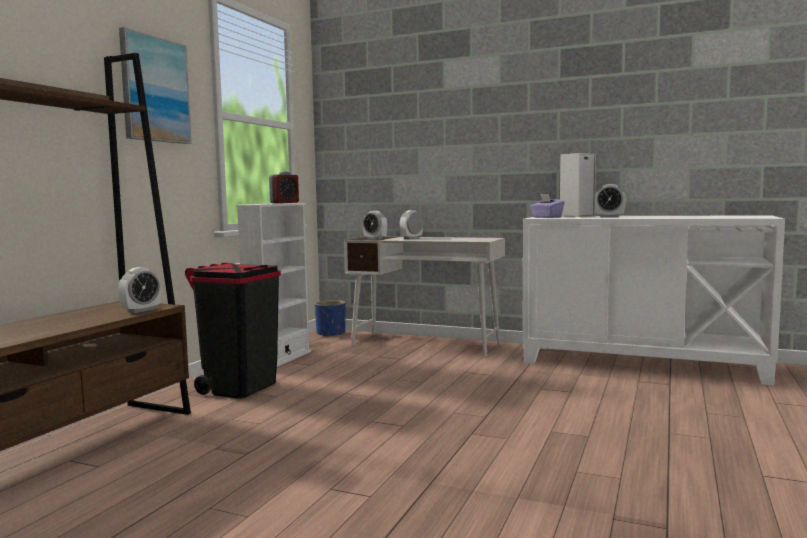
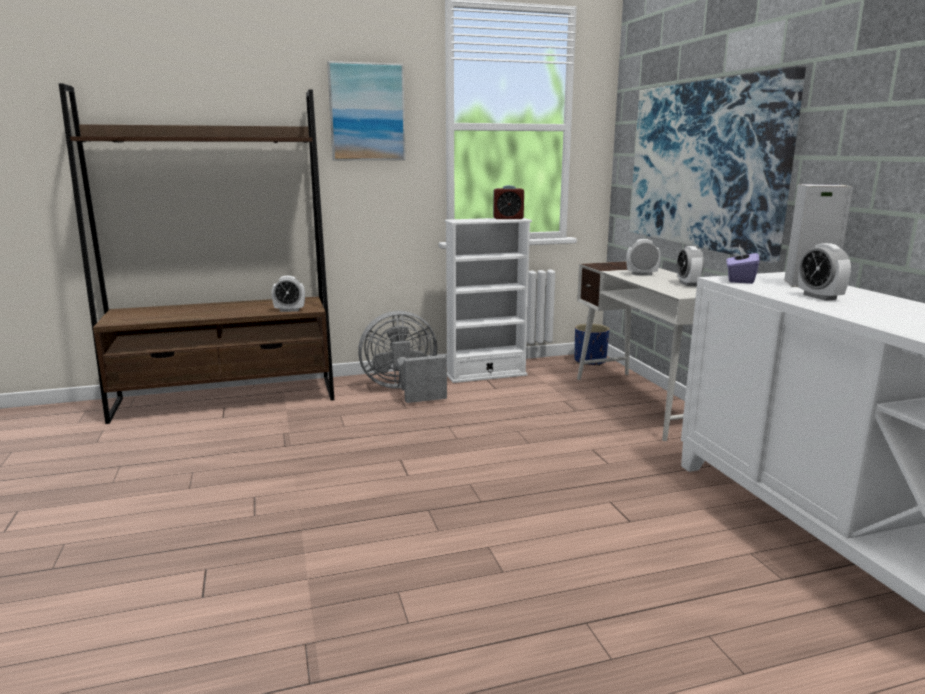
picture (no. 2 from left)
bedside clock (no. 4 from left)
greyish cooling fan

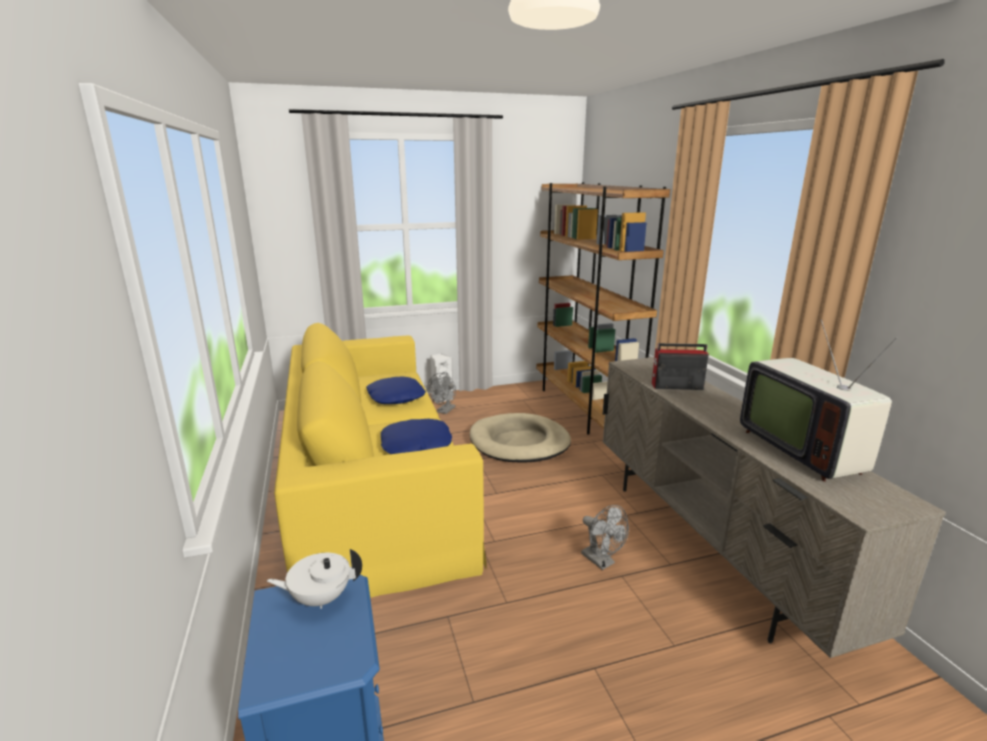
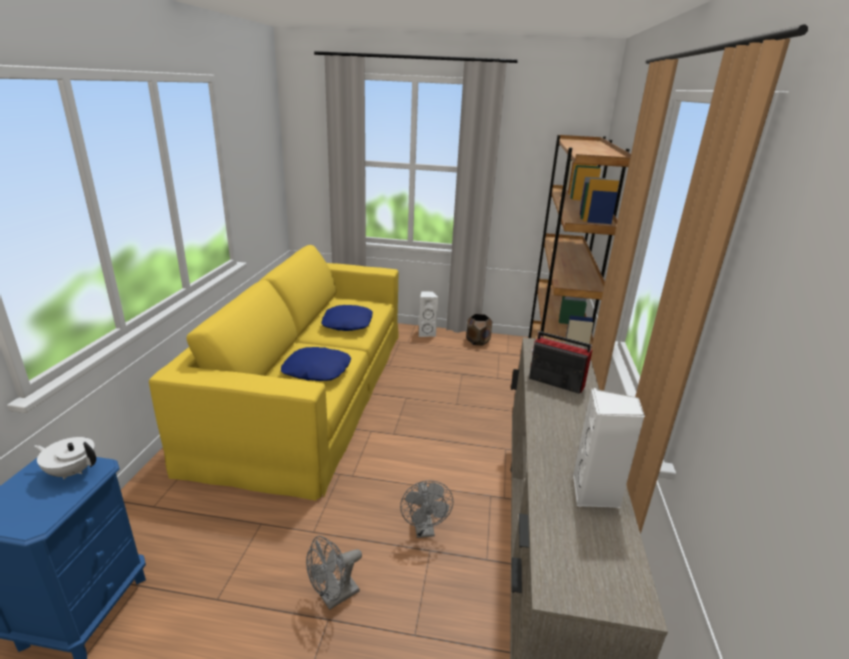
sand-coloured dog cushion
brown-coloured flower pot
greyish cooling fan (no. 1 from left)
white speaker (no. 2 from left)

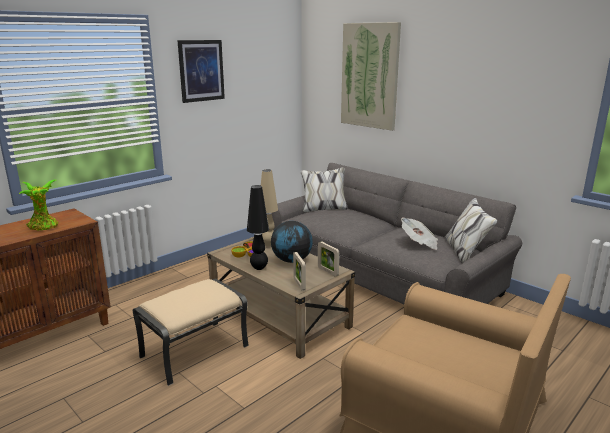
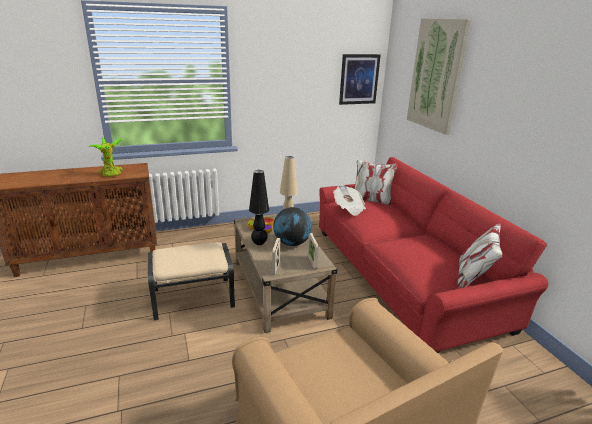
picture (no. 1 from left)
newspaper
red sofa

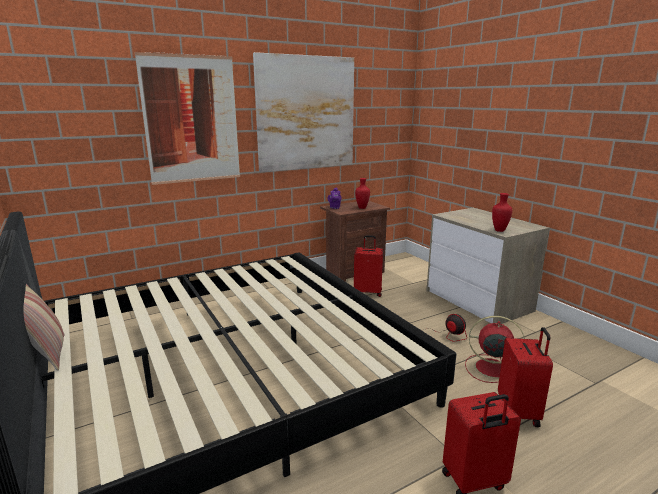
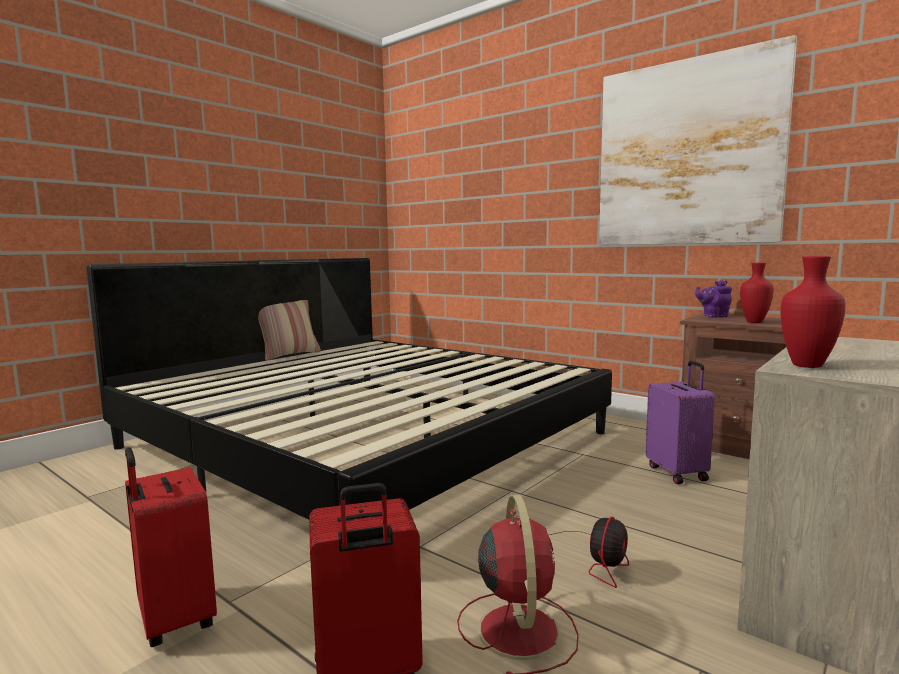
picture (no. 1 from left in the first image)
purple-coloured piece of luggage

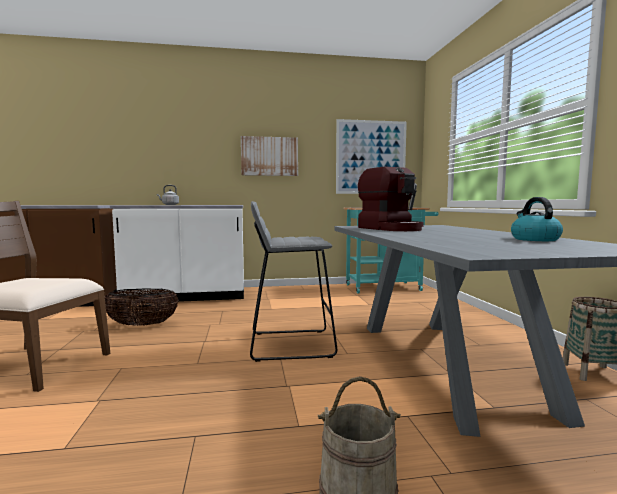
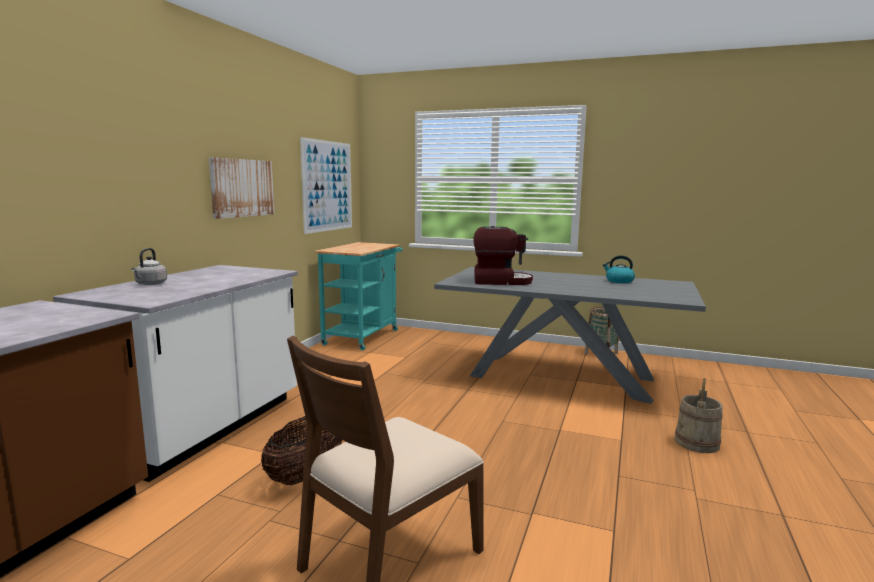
greyish stool

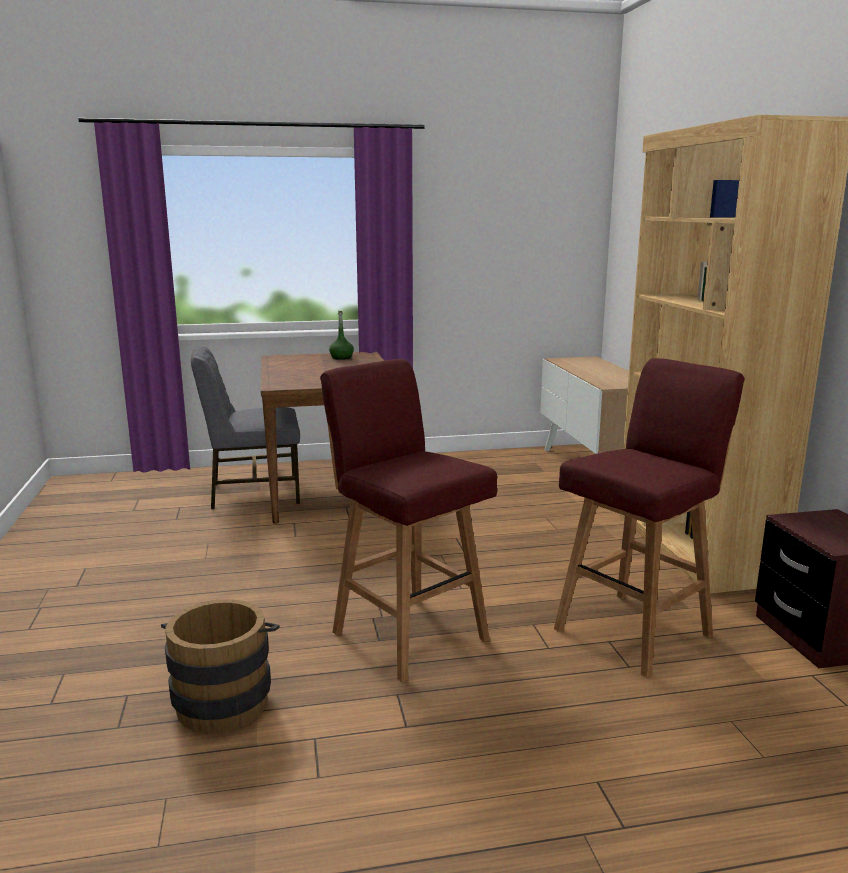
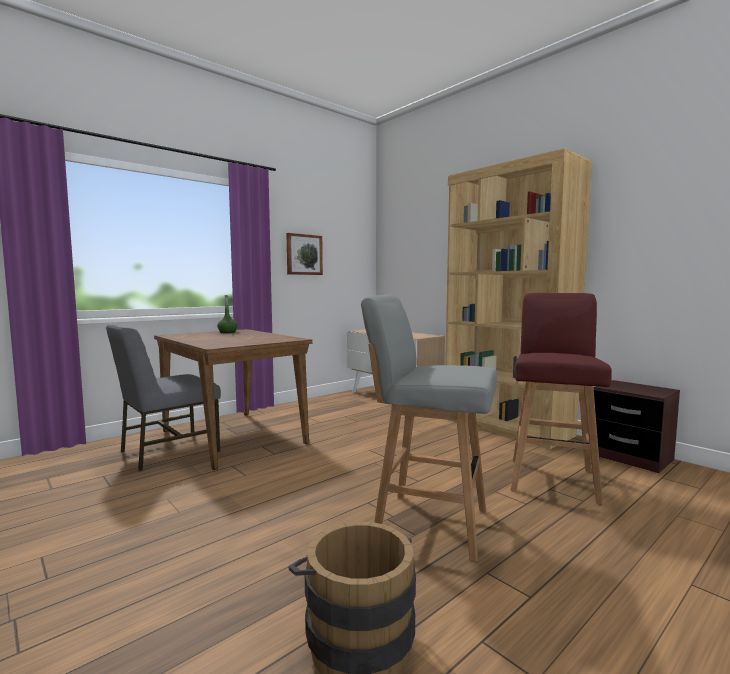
picture
greyish stool

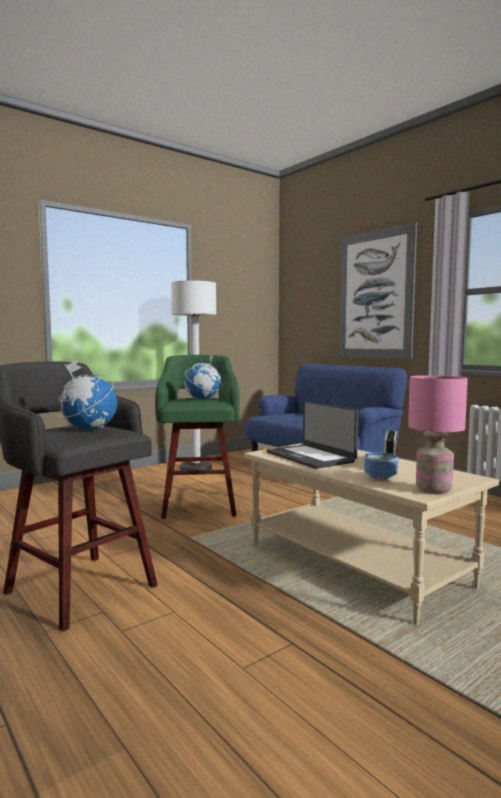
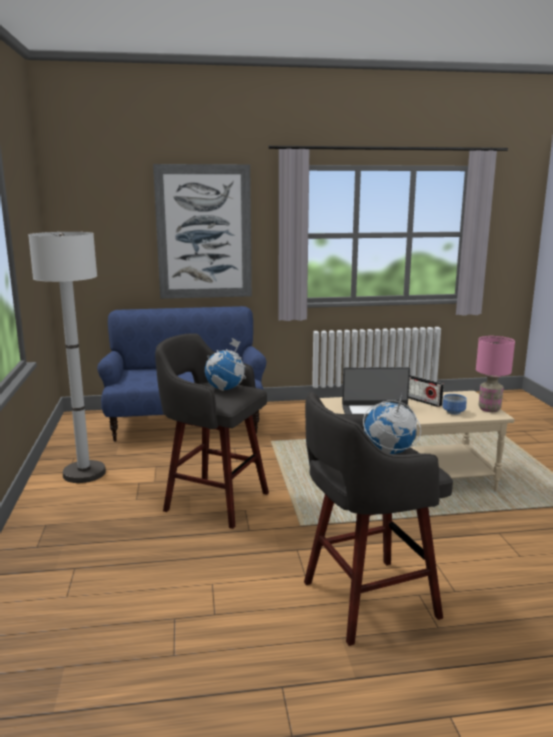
greyish stool (no. 1 from left)

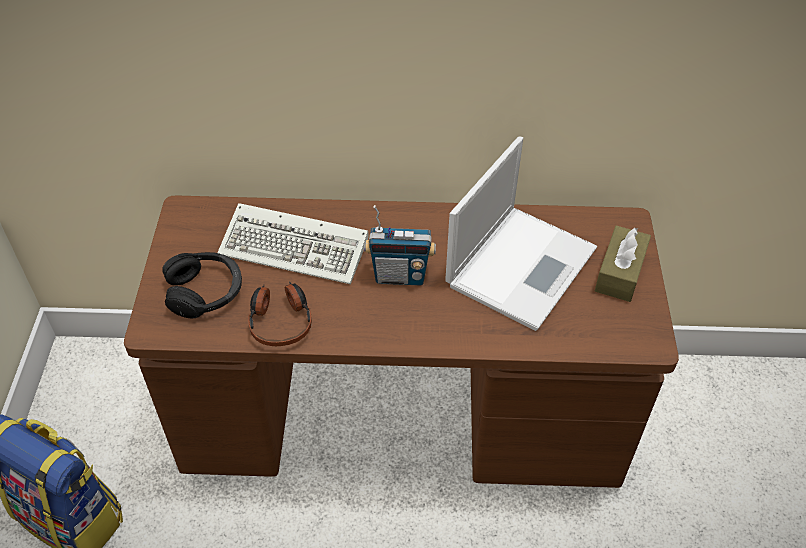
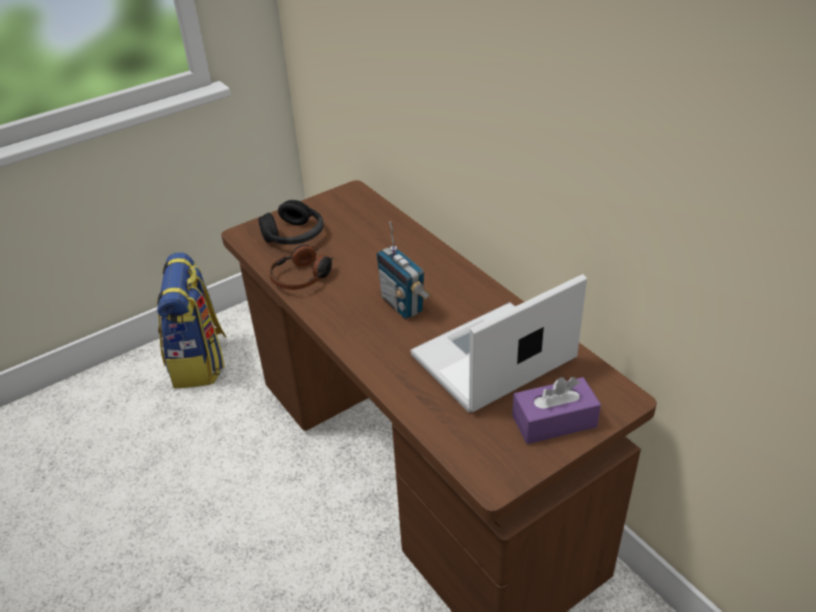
computer keyboard
purple-coloured box of tissues
notebook computer

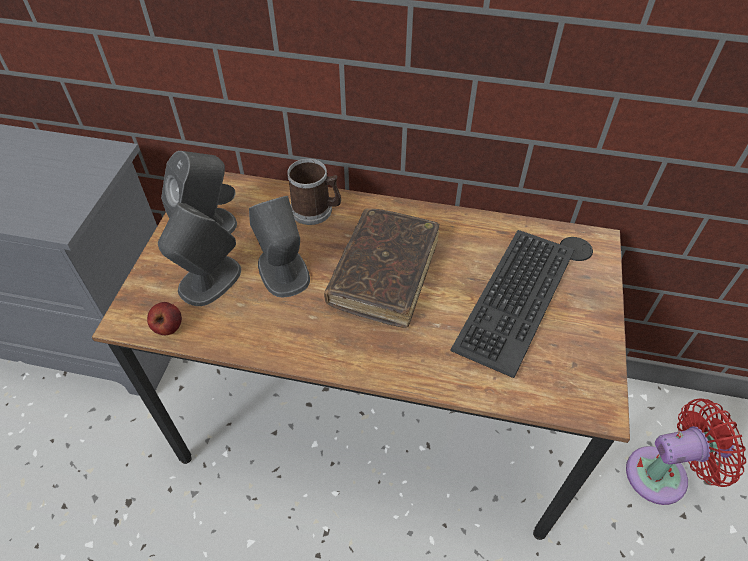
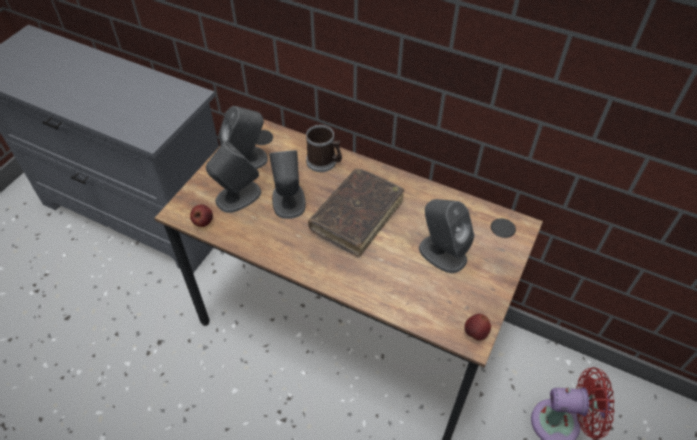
apple fruit (no. 2 from left)
greyish speaker (no. 4 from left)

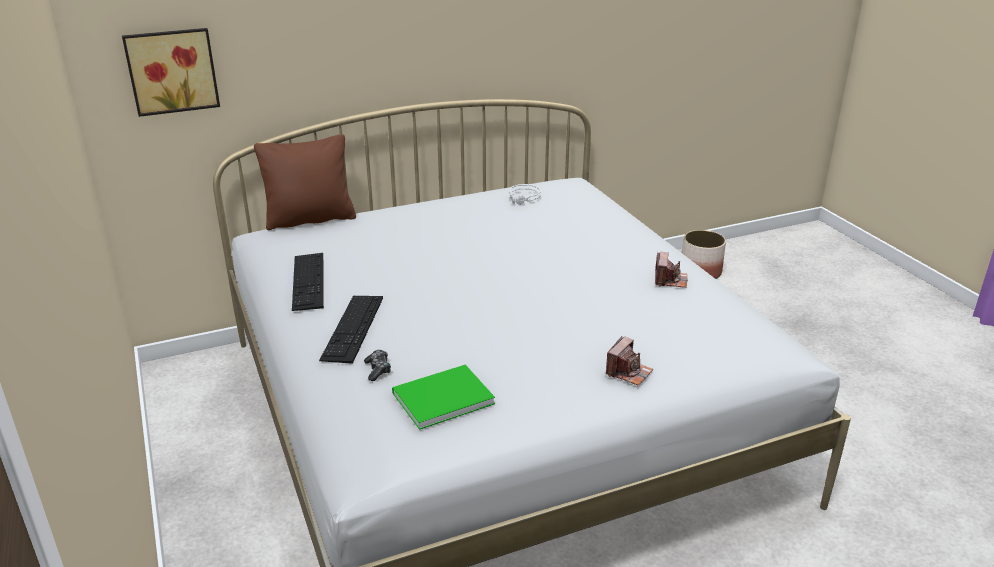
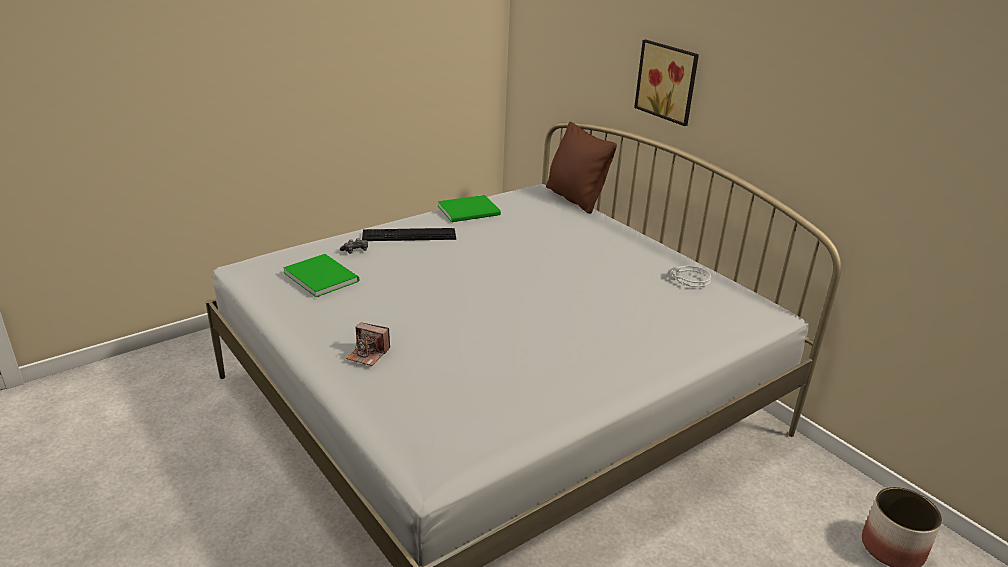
photo camera (no. 2 from left in the first image)
picture
green-coloured volume (no. 2 from left)

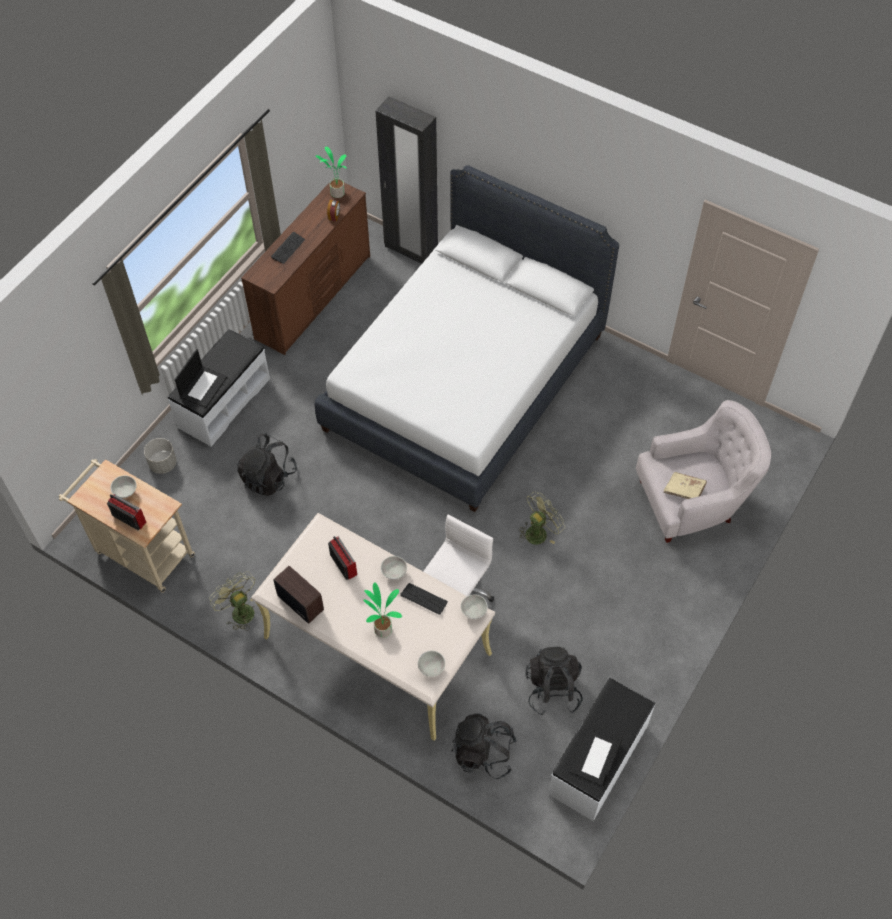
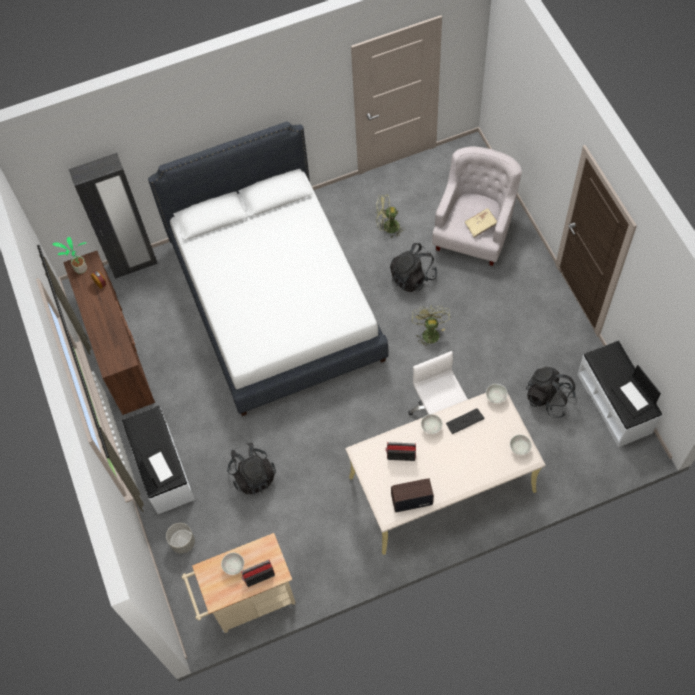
computer keyboard (no. 1 from left in the first image)
potted plant (no. 2 from left in the first image)
green-coloured cooling fan (no. 1 from left)
blackish backpack (no. 2 from left)

